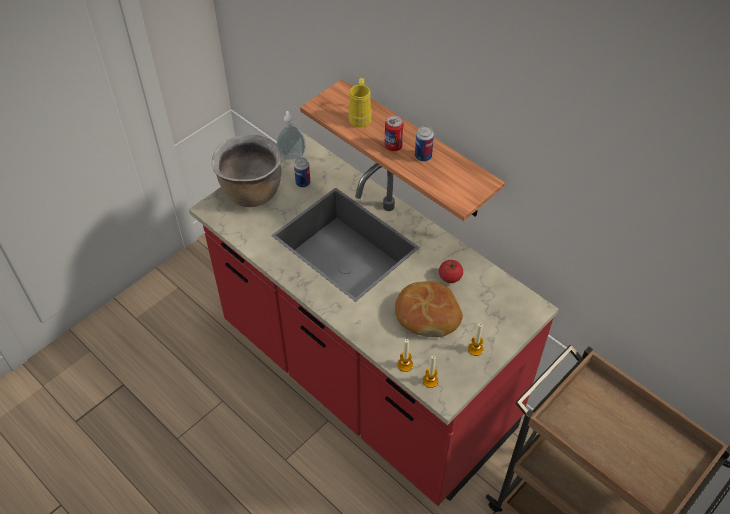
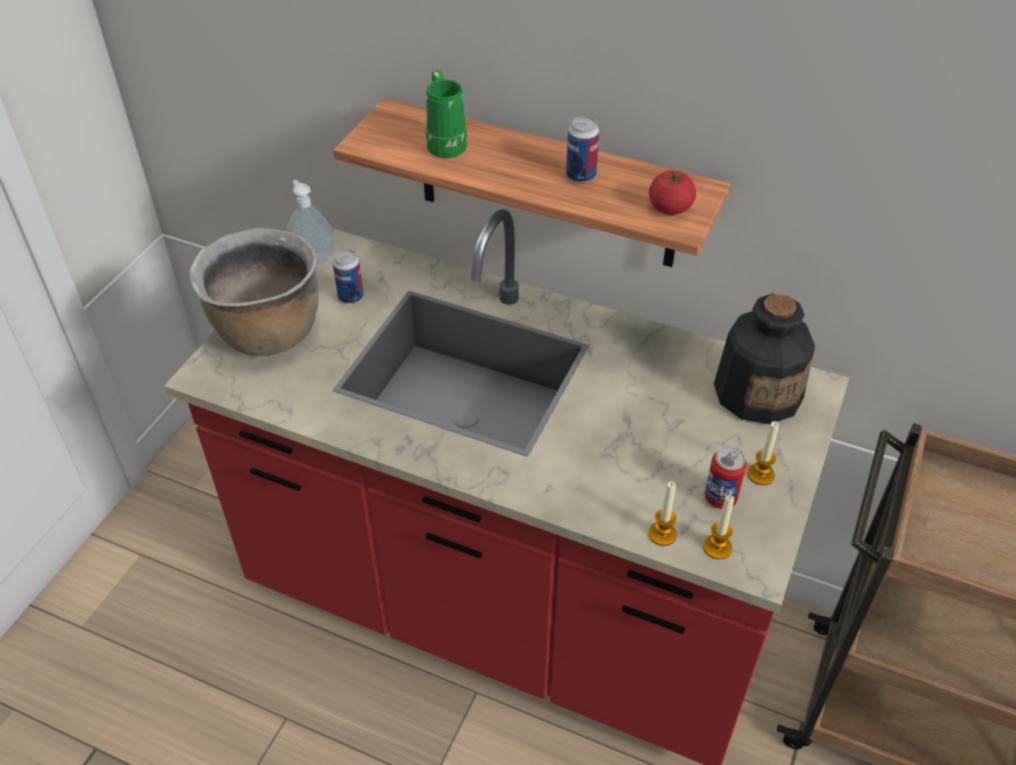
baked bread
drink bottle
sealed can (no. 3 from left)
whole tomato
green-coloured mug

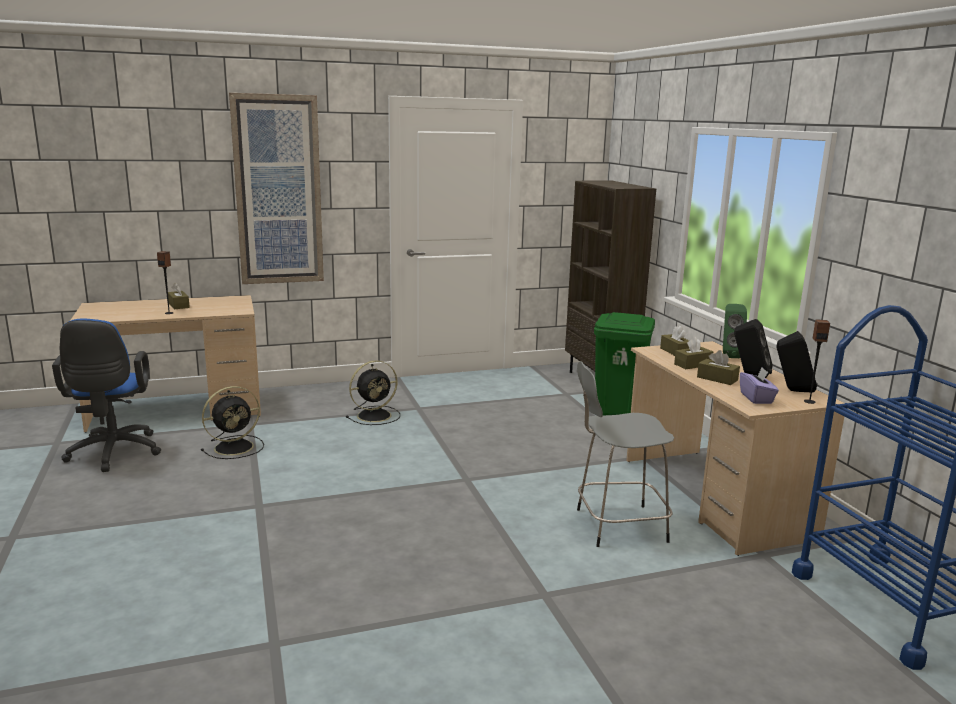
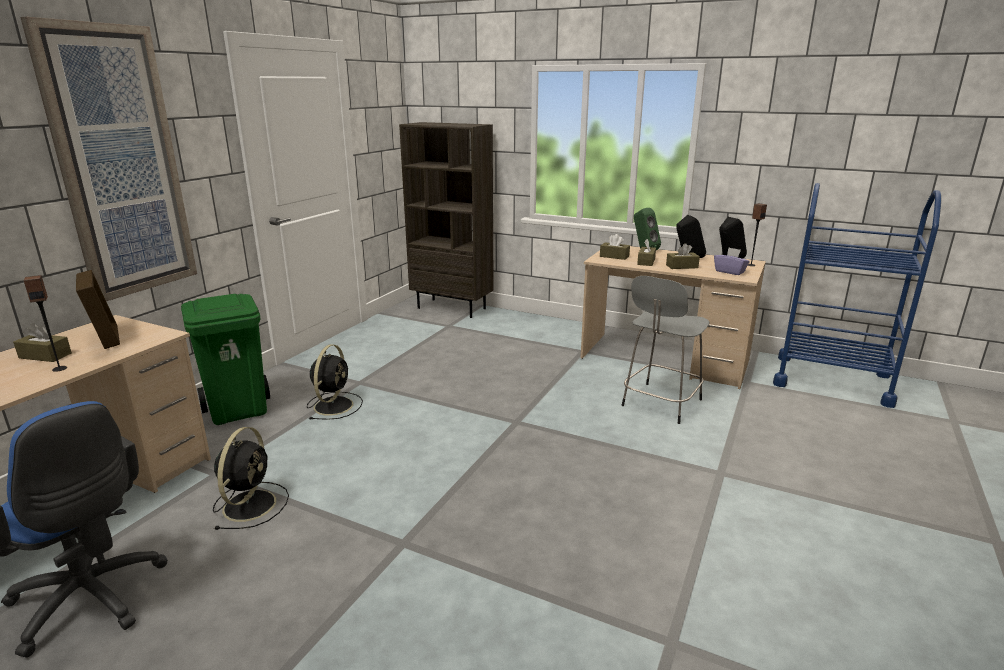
photo frame
green-coloured waste bin

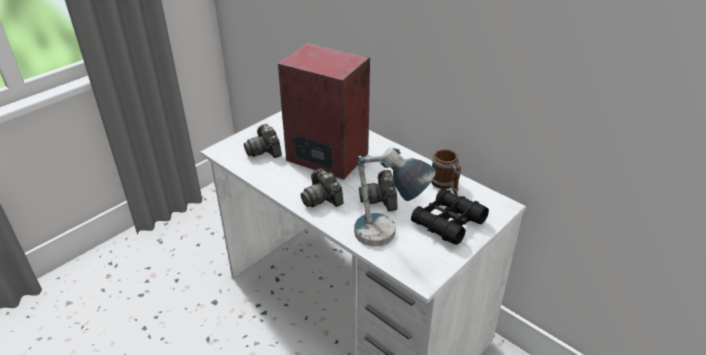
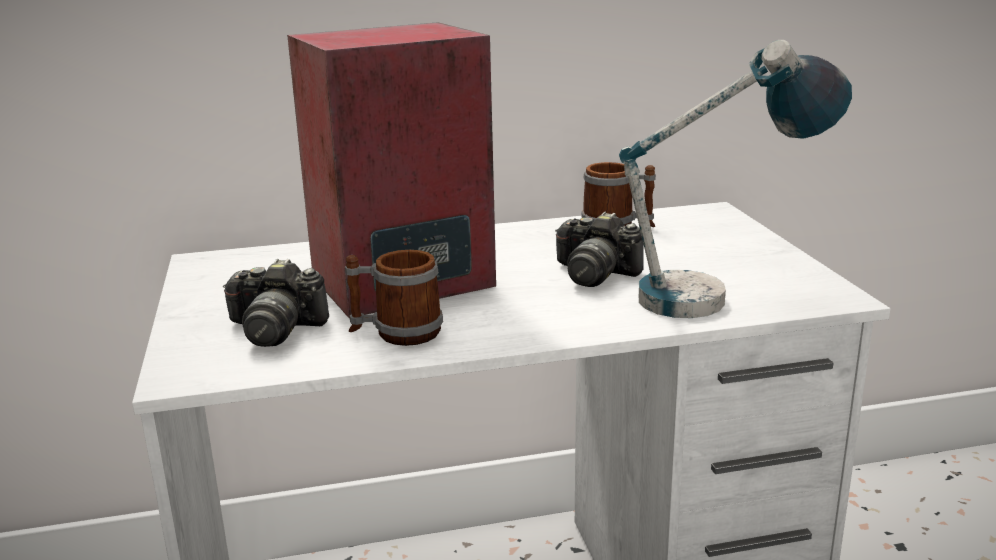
photo camera (no. 2 from left in the first image)
blackish pair of binoculars
mug (no. 1 from left)

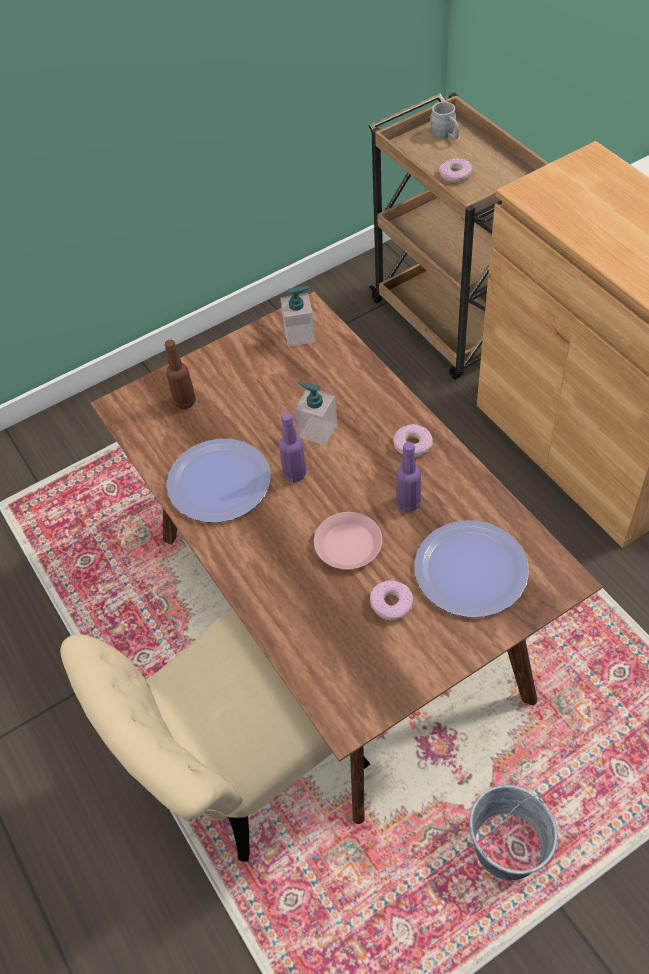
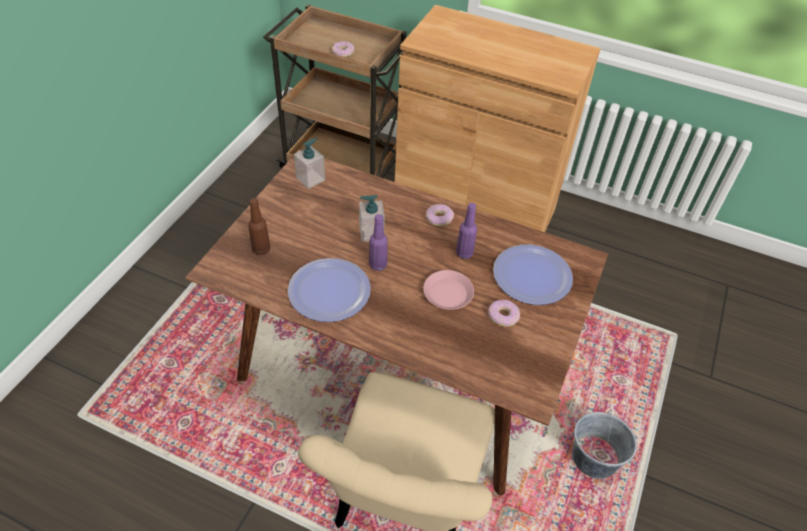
greyish mug

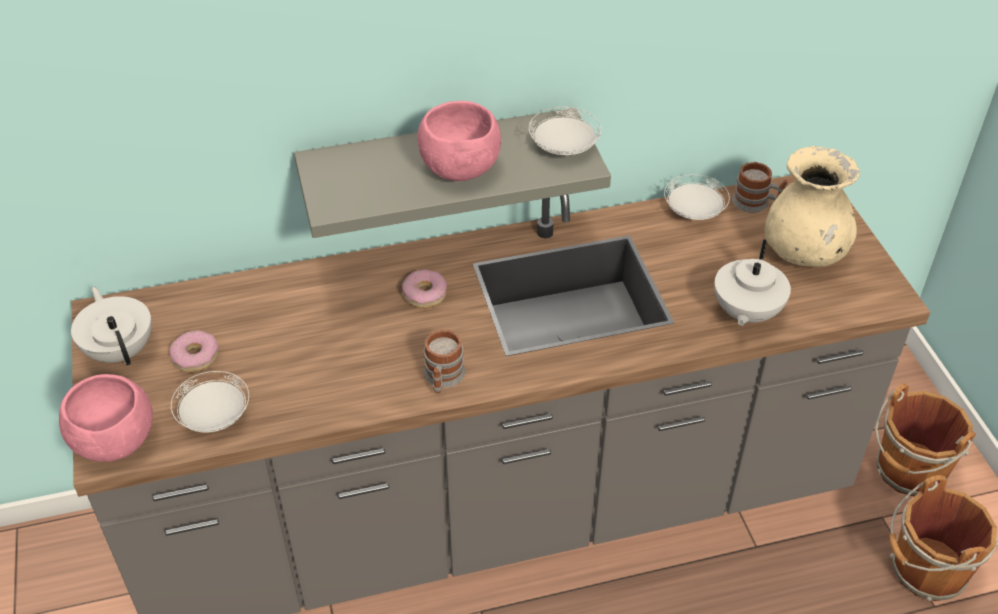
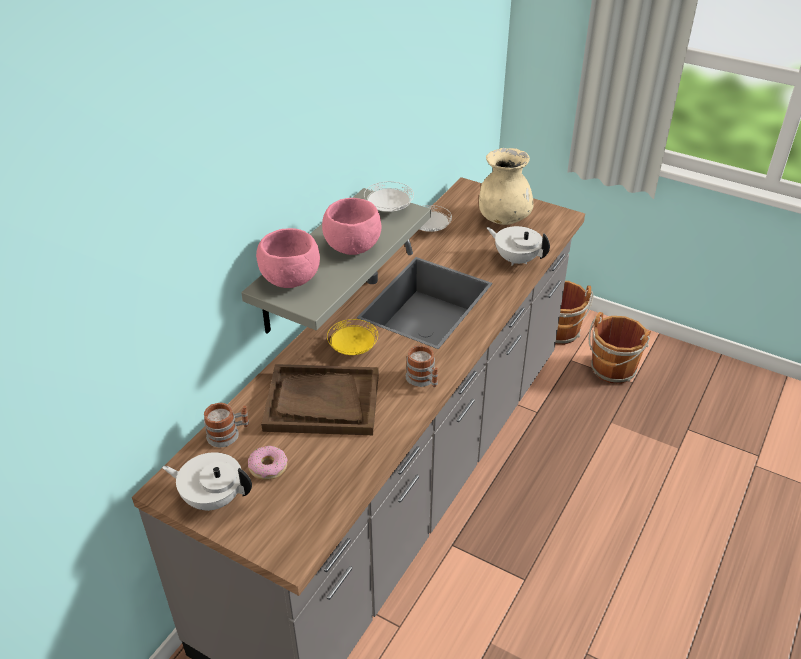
white dinner plate (no. 1 from left in the first image)
brown-coloured carrying tray
pinkish deep dish (no. 1 from left)
mug (no. 1 from left)
yellow dinner plate
white teapot (no. 2 from left)

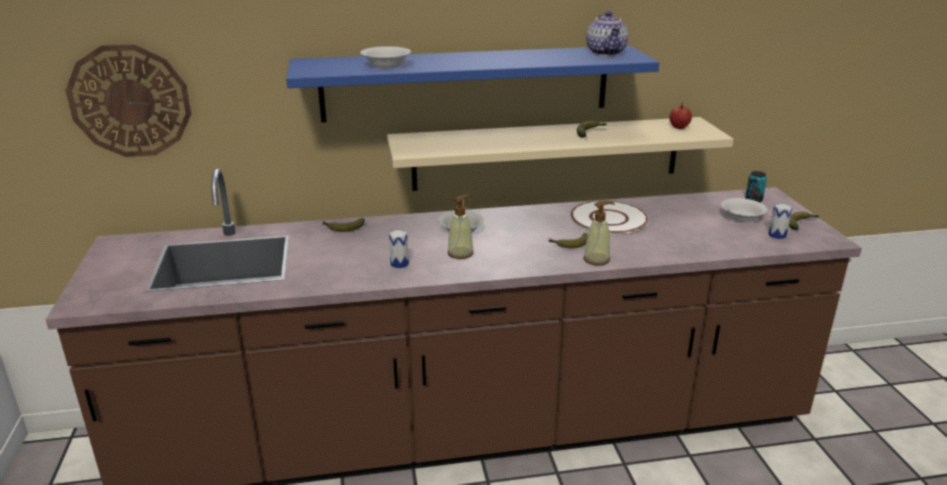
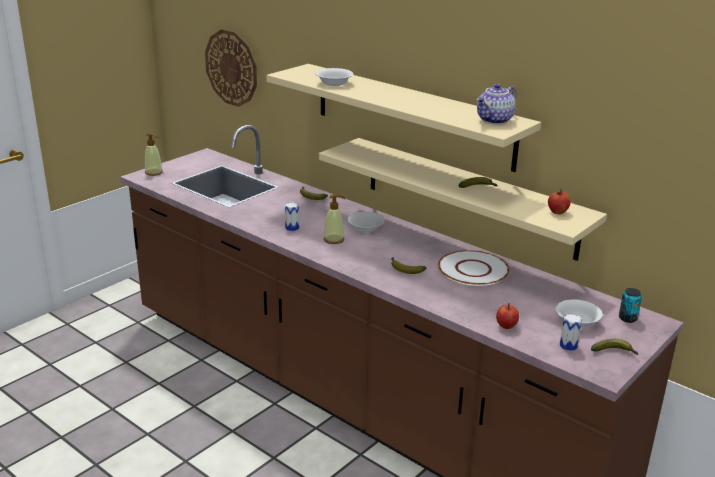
apple fruit (no. 1 from left)
liquid soap bottle (no. 1 from left)
sand-coloured bracket shelf (no. 1 from left)

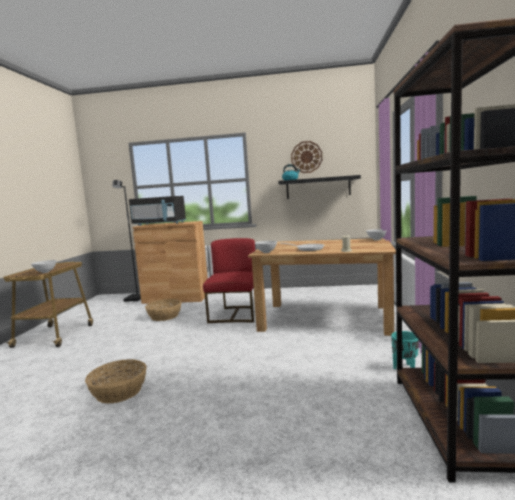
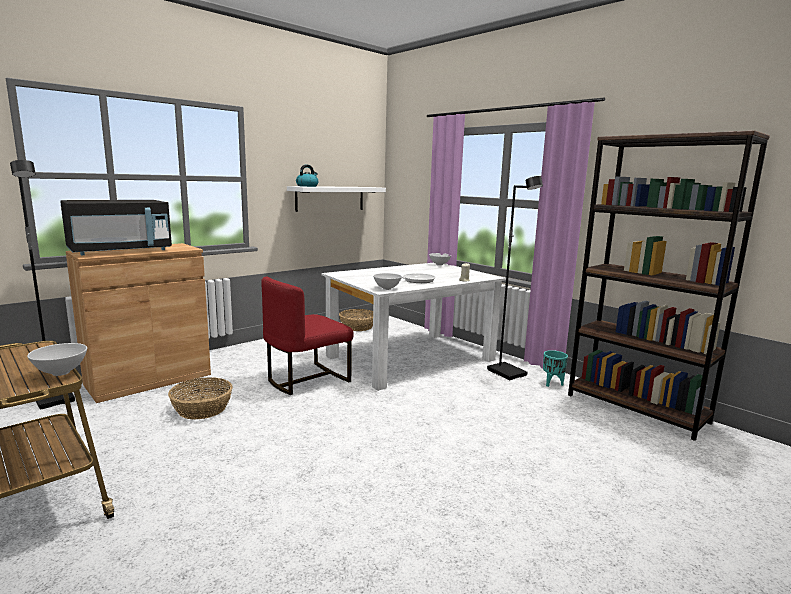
clock on the wall
blackish standard lamp (no. 2 from left)
basket (no. 2 from left)
white dinner table
white bracket shelf
red upright chair

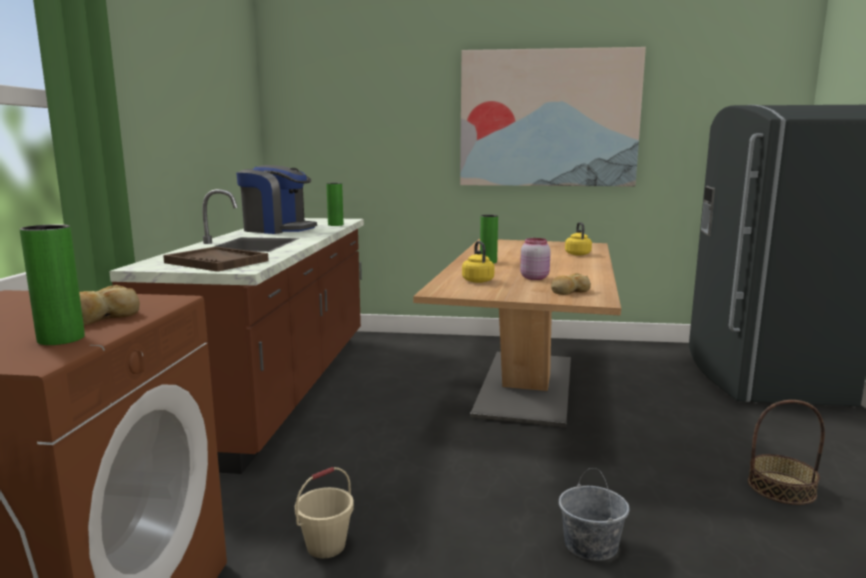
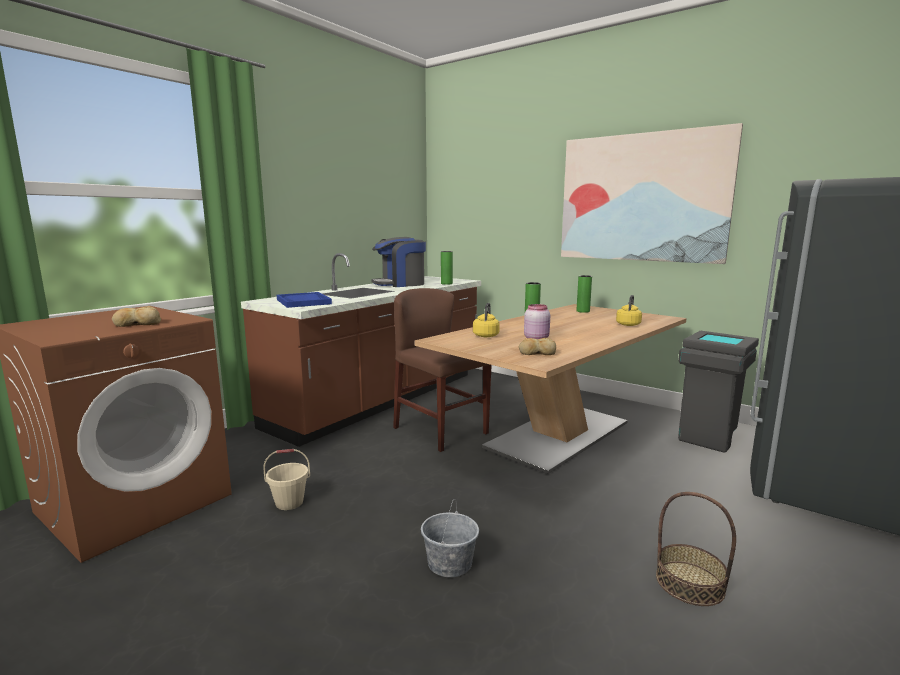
brown-coloured upright chair
greyish waste bin
green-coloured decorative vase (no. 3 from left)
bluish carrying tray
coffee machine

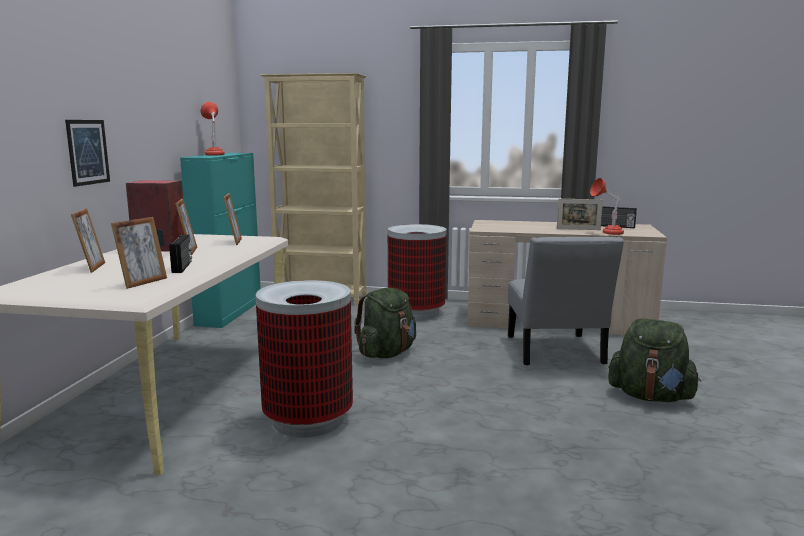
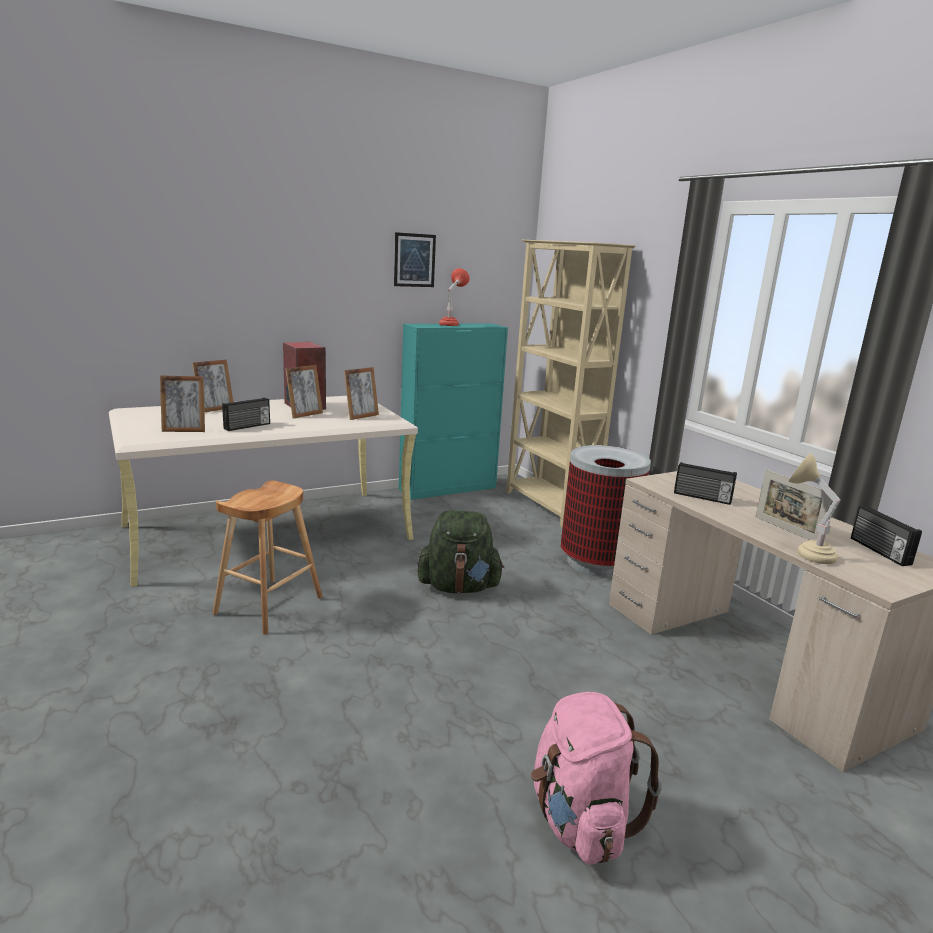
greyish upright chair
radio receiver (no. 2 from left)
picture
brown-coloured stool
sand-coloured tabletop lamp
pinkish backpack

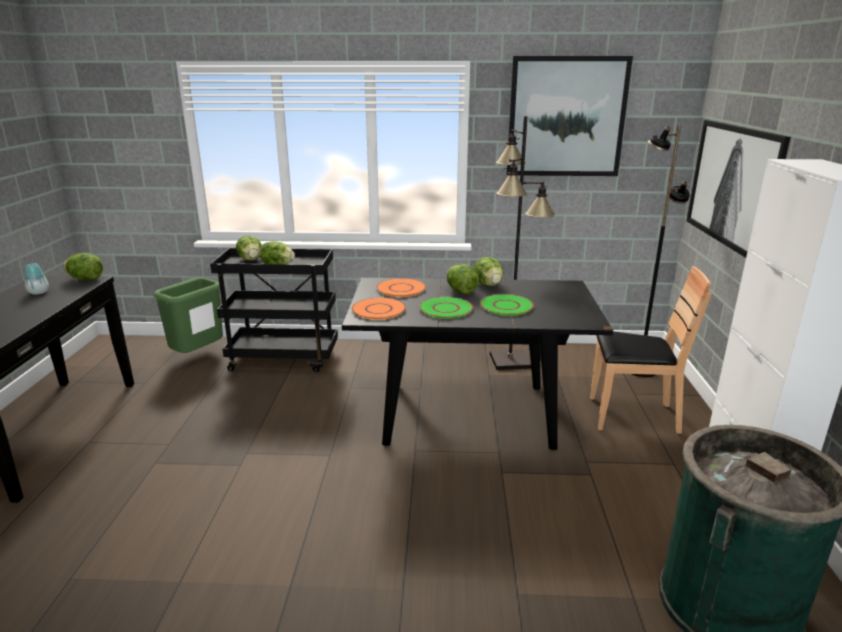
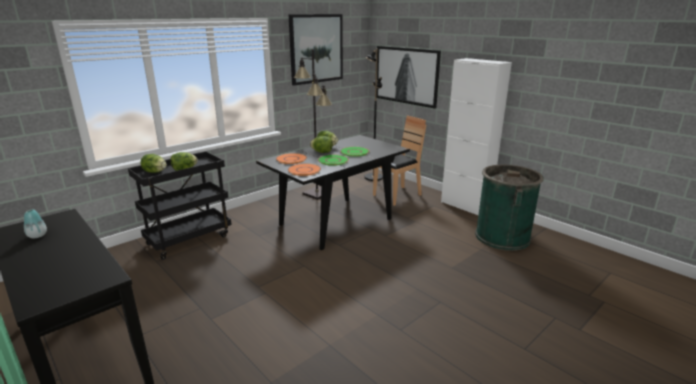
lettuce (no. 1 from left in the first image)
green-coloured waste bin (no. 1 from left in the first image)

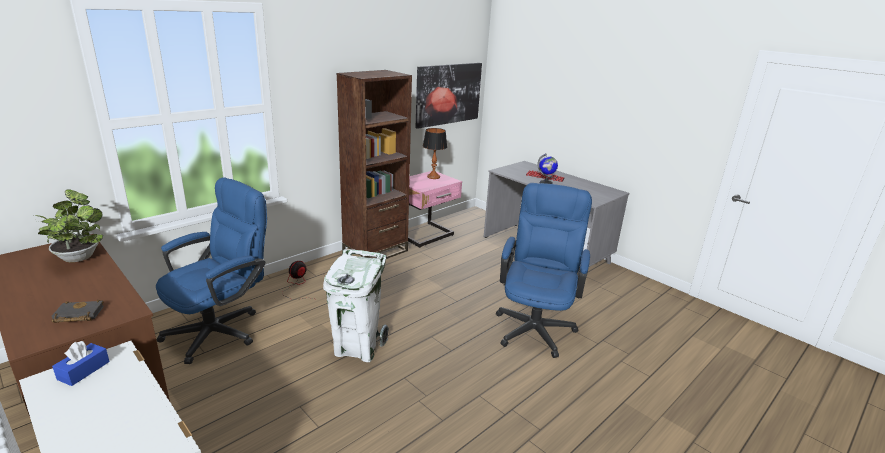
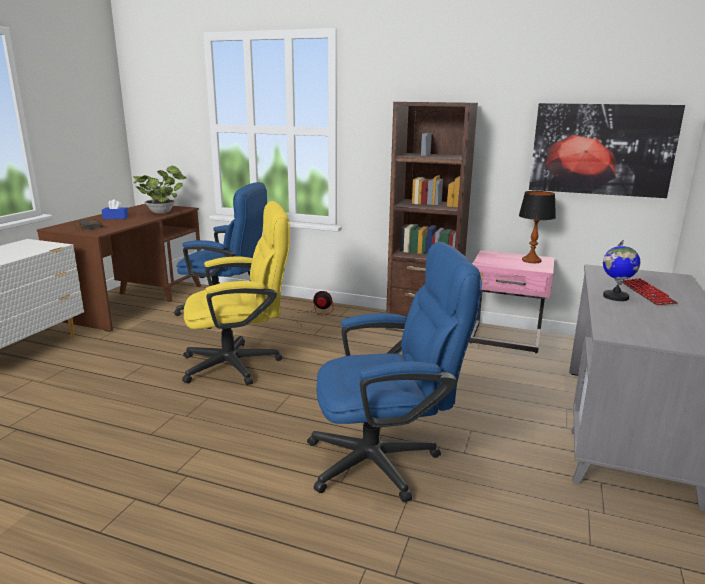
bluish box of tissues
yellow office chair

